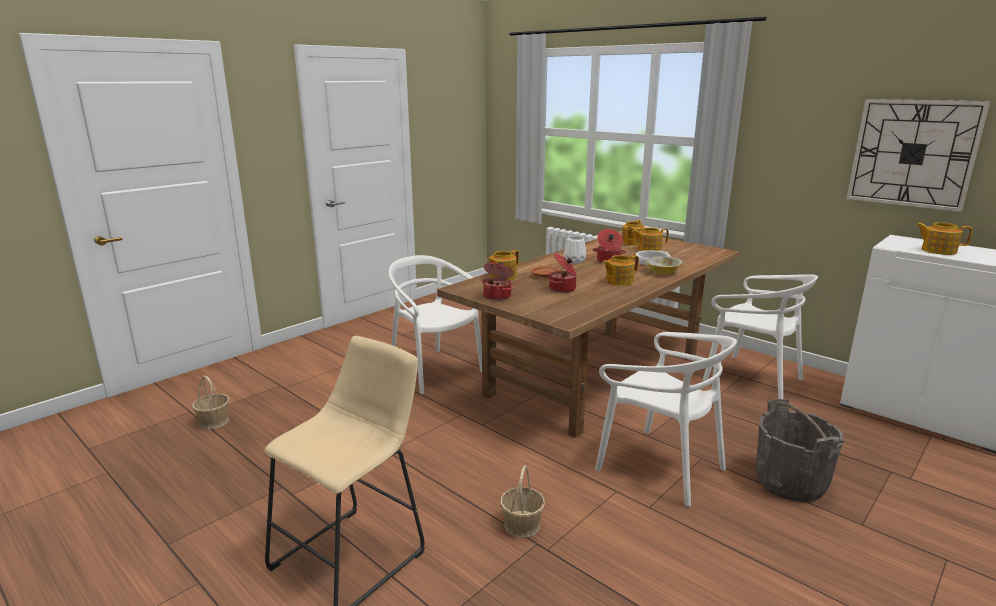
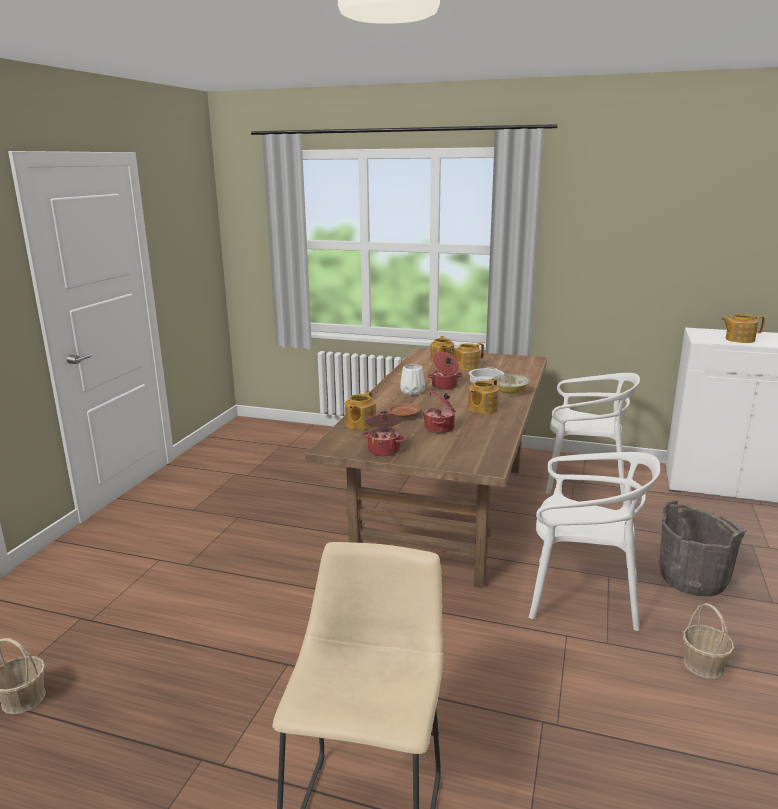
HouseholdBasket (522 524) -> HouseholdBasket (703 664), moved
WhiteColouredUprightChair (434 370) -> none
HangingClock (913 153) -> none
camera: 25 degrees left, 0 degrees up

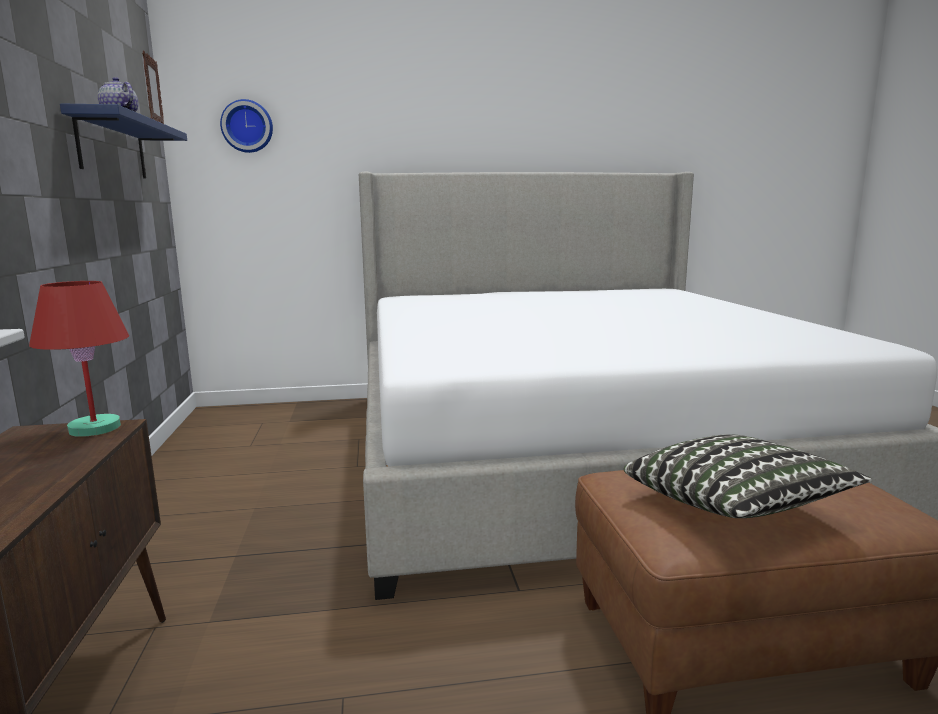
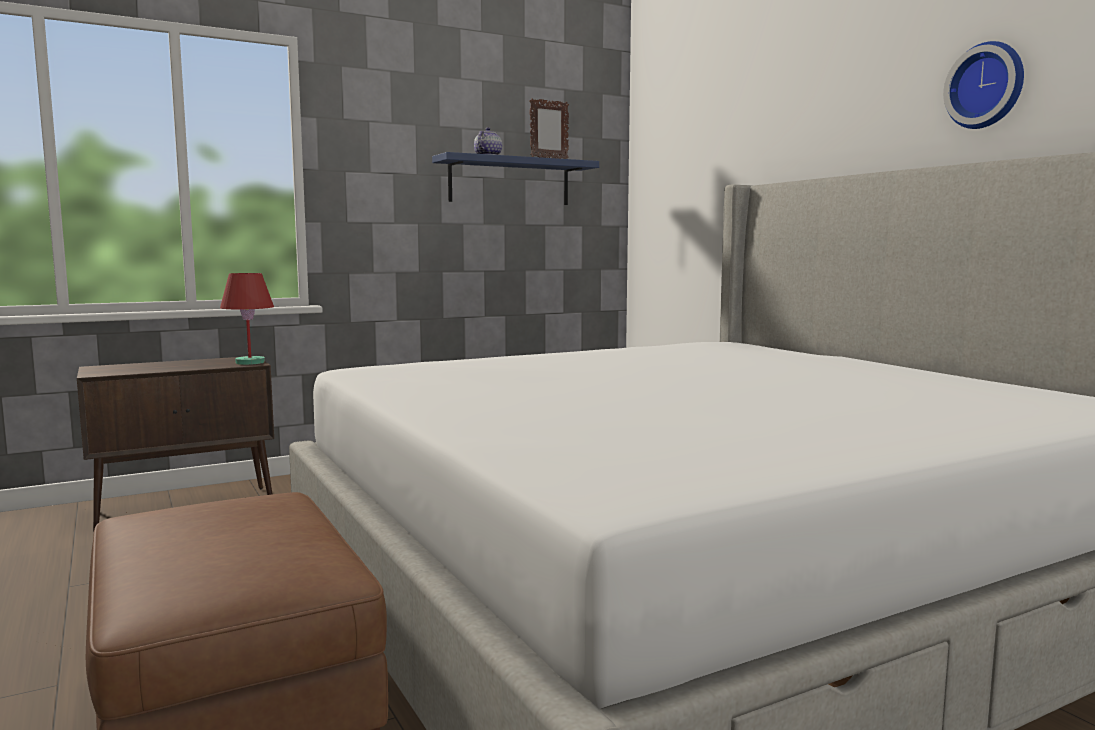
HangingClock (247 126) -> HangingClock (987 86), moved
Pillow (734 507) -> none
camera: 70 degrees right, 5 degrees down

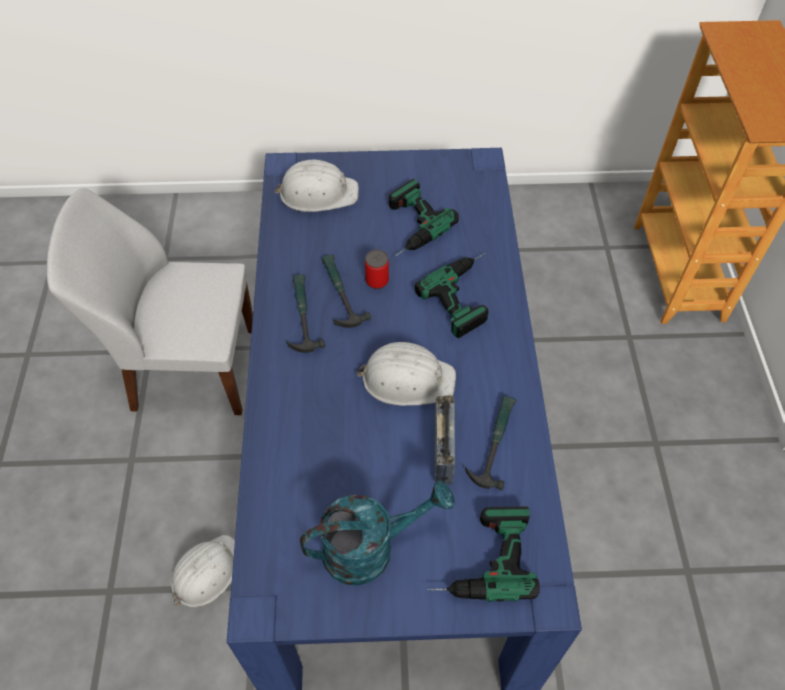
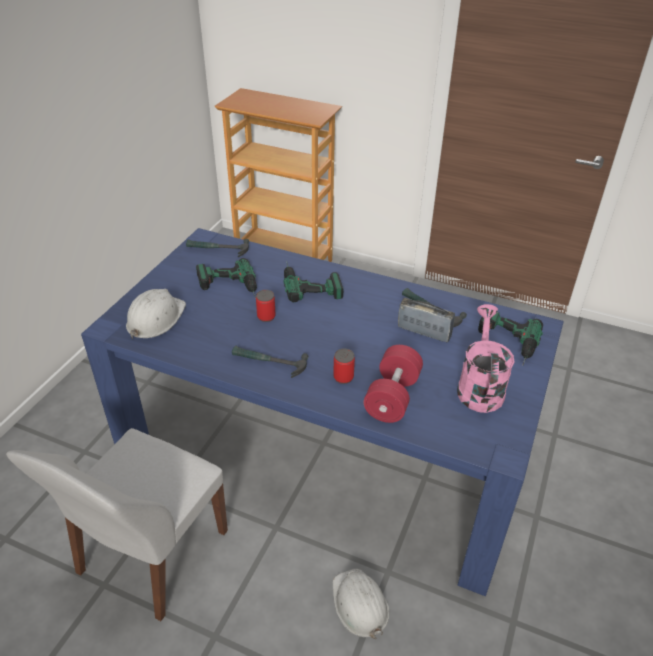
HandHammer (339 294) -> HandHammer (217 249), moved
none -> SealedCan (343 377)
none -> ReddishHandWeight (392 397)
BlueGreenWateringPot (370 548) -> PinkColouredWateringPot (479 386)
WhiteColouredHardHat (407 379) -> none
camera: 65 degrees left, 15 degrees down

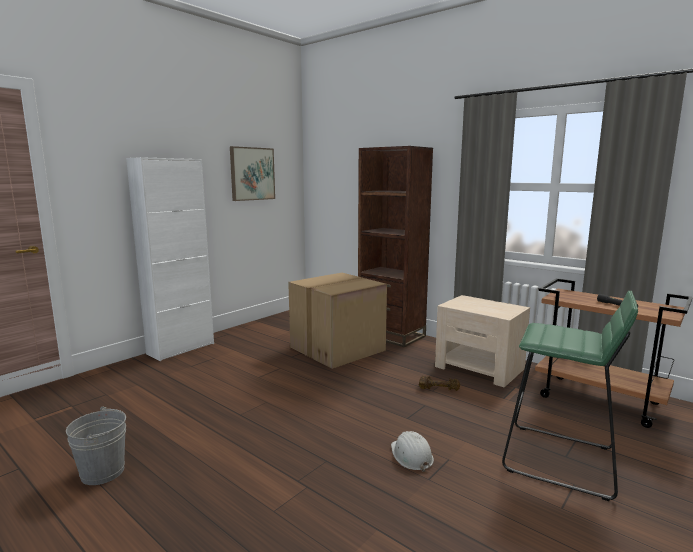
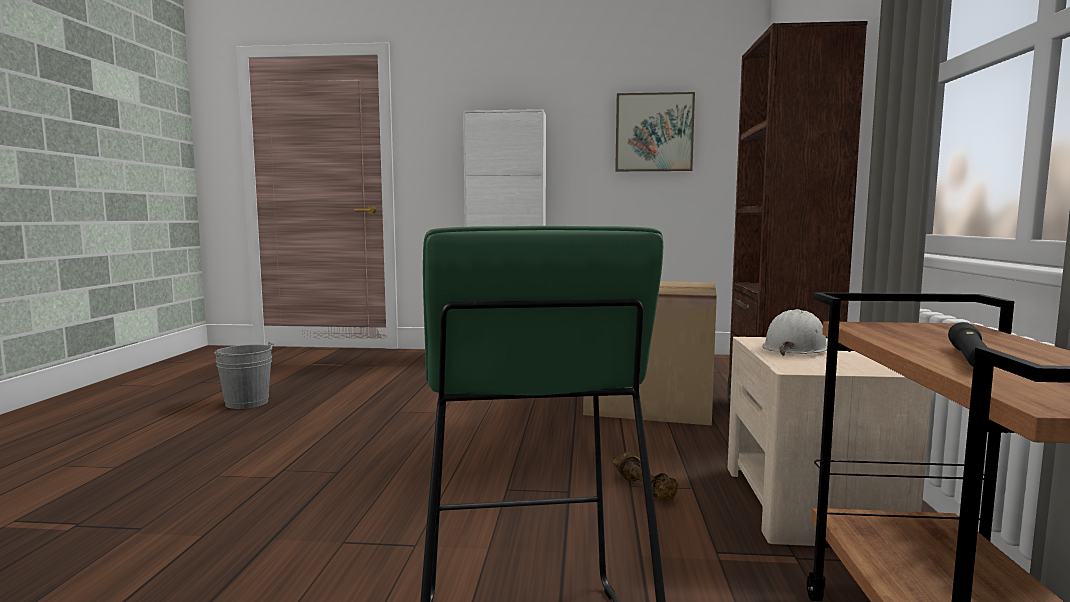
WhiteColouredHardHat (411 455) -> WhiteColouredHardHat (795 348), moved
camera: 55 degrees right, 5 degrees down

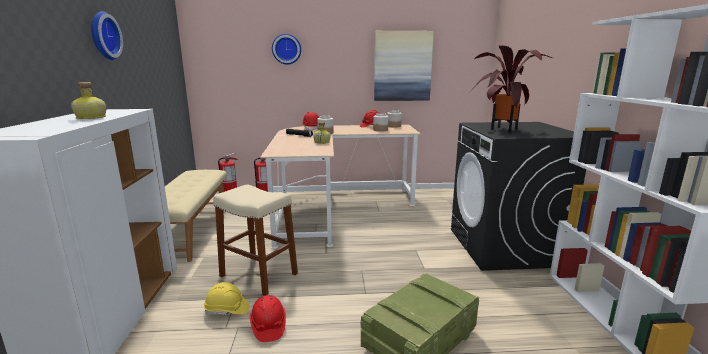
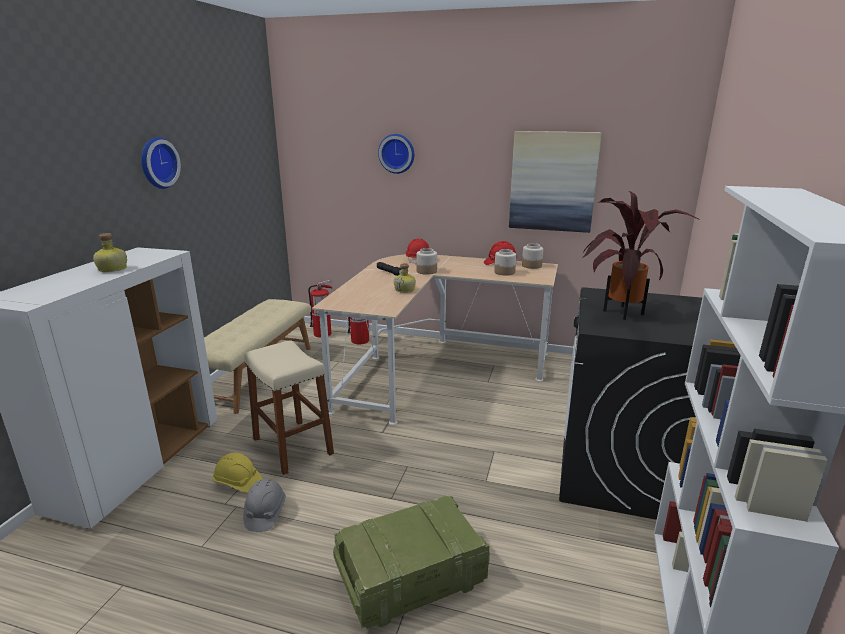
ReddishHardHat (268 326) -> GreyHardHat (265 513)
camera: 20 degrees right, 5 degrees up

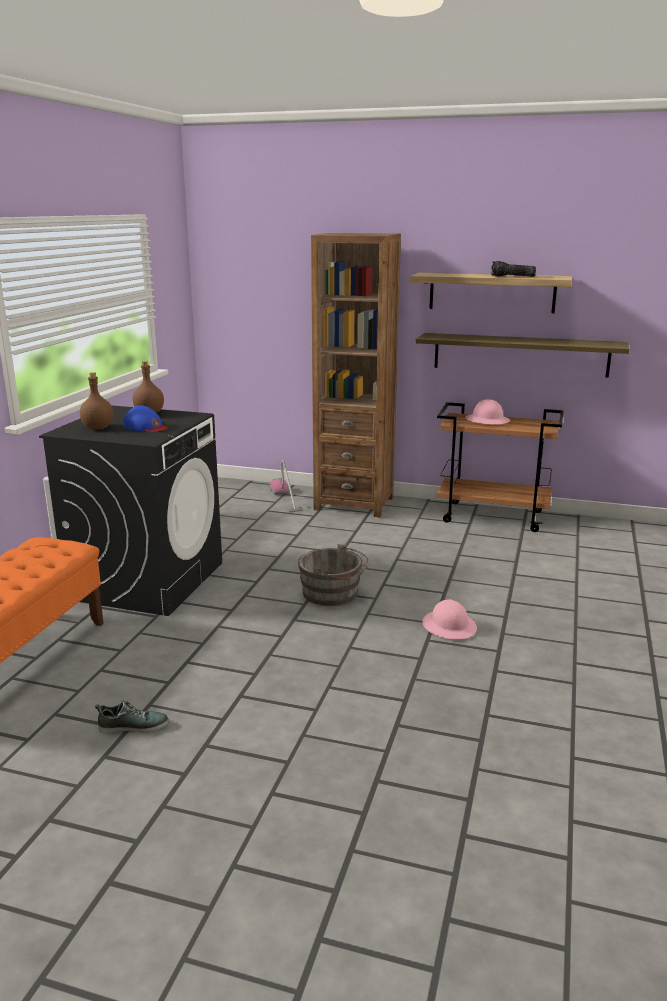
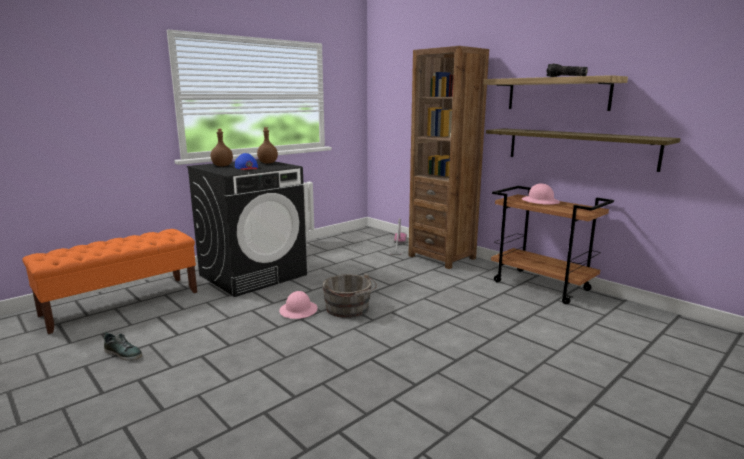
PinkColouredHardHat (449 626) -> PinkColouredHardHat (298 310), moved
camera: 30 degrees right, 5 degrees down

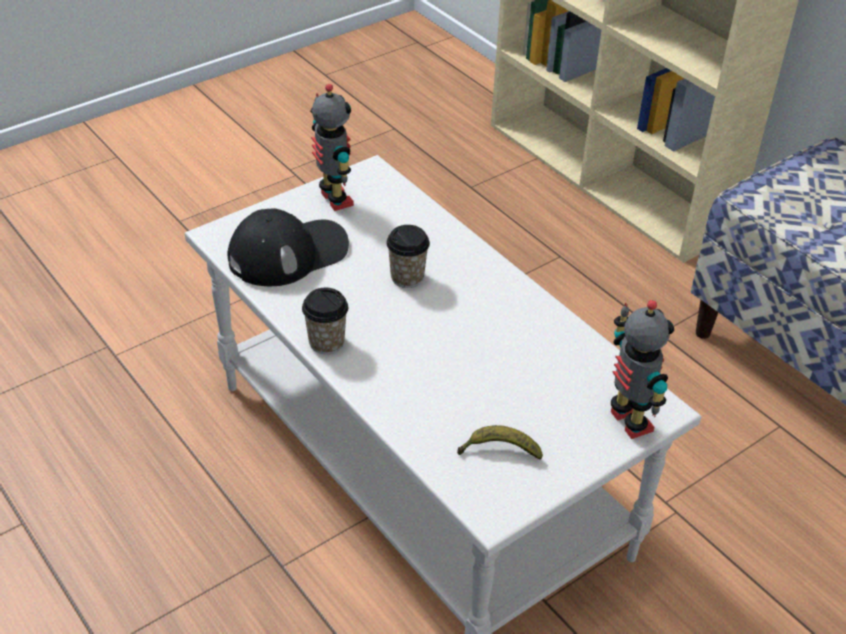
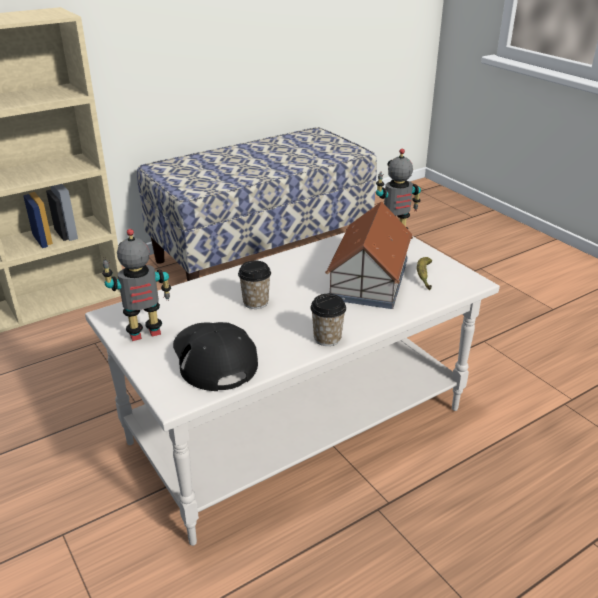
none -> ToyHouse (370 279)
camera: 85 degrees left, 10 degrees down

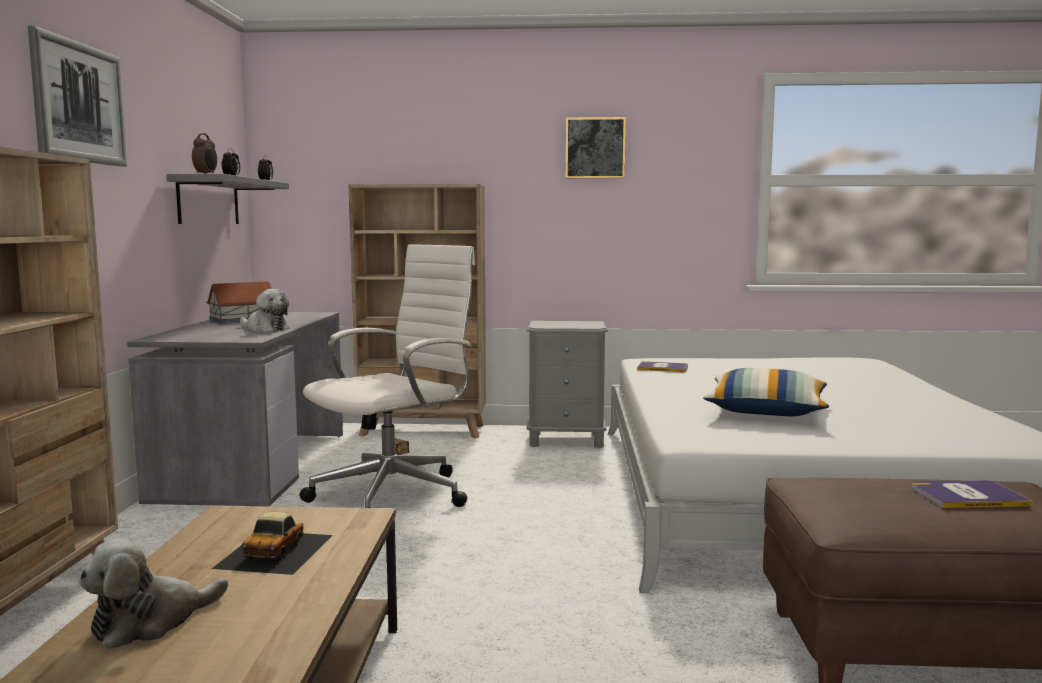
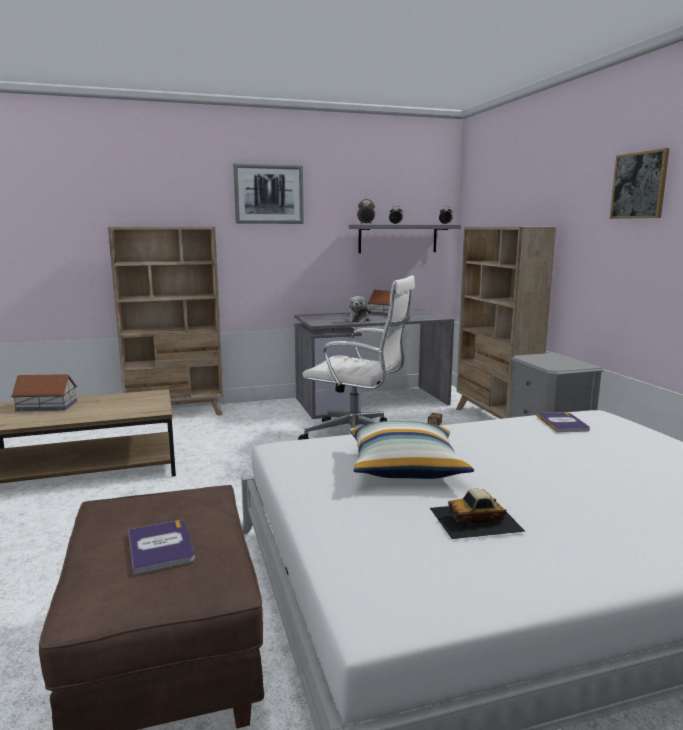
PlushToy (151 622) -> ToyHouse (47 406)
ModelCar (276 551) -> ModelCar (476 519), moved
camera: 70 degrees right, 5 degrees up

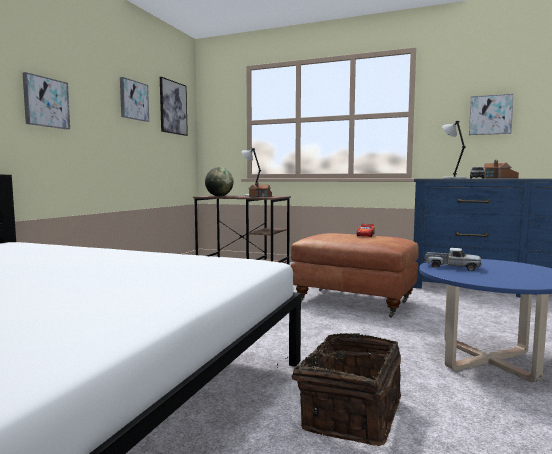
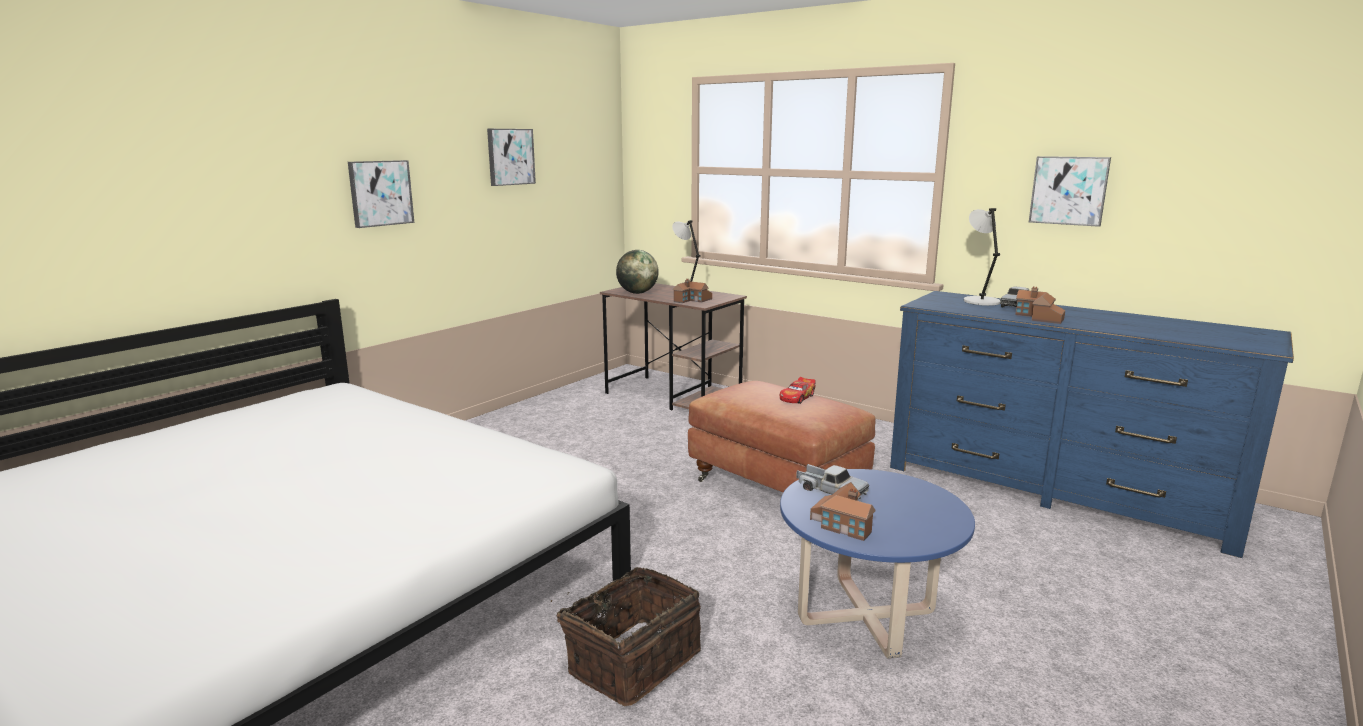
none -> ToyHouse (842 523)
WallPicture (173 107) -> none
camera: 15 degrees right, 10 degrees up

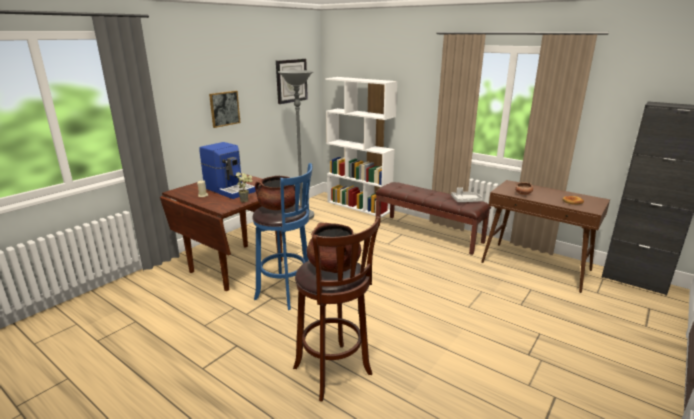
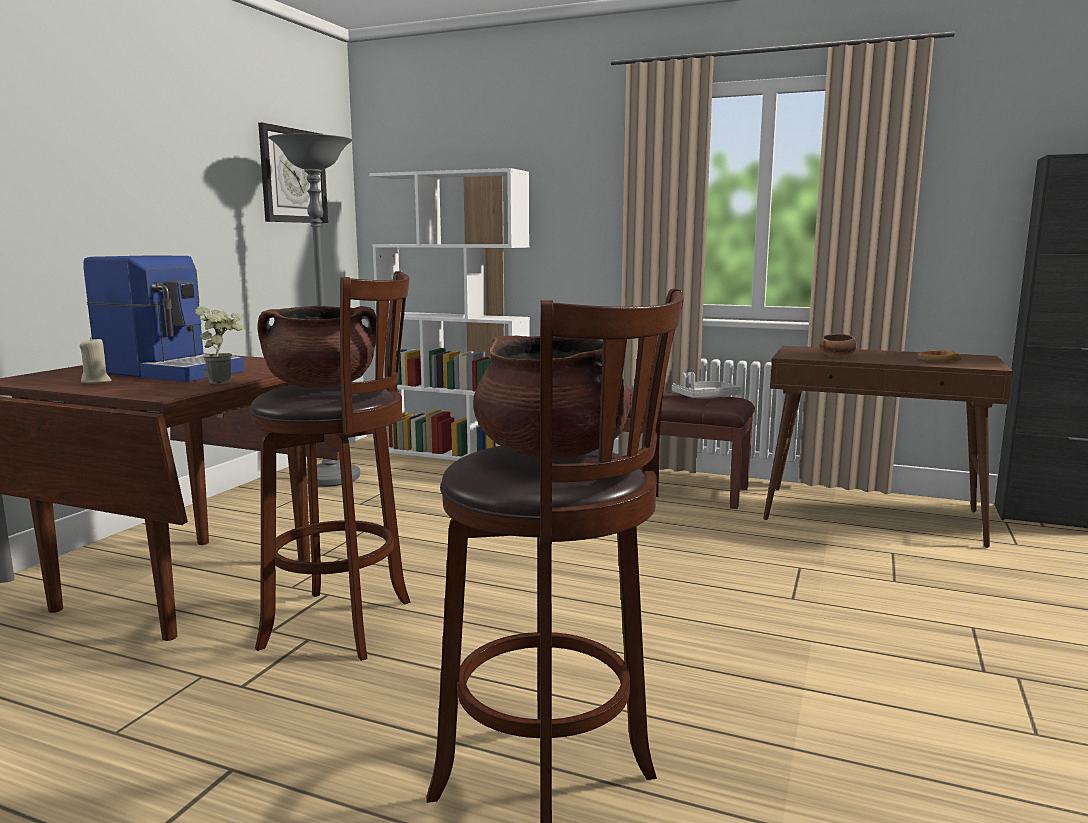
BlueSittingStool (287 293) -> BrownishSittingStool (346 624)
WallPicture (224 108) -> none
camera: 15 degrees left, 10 degrees down

